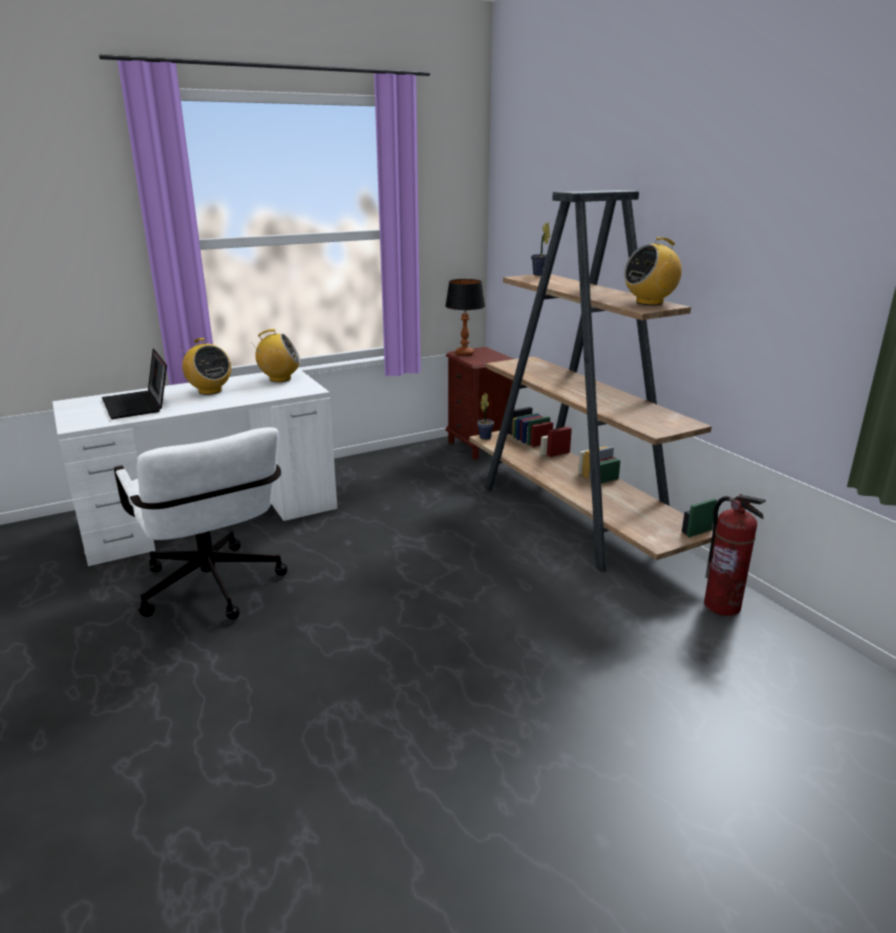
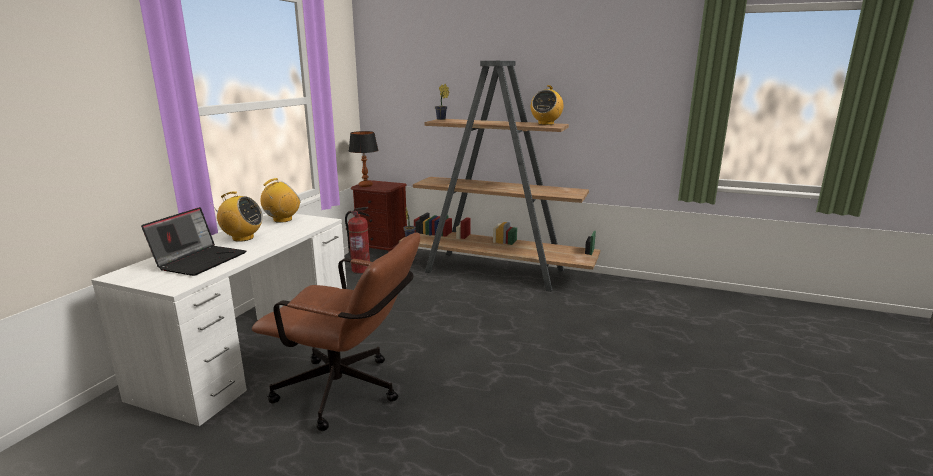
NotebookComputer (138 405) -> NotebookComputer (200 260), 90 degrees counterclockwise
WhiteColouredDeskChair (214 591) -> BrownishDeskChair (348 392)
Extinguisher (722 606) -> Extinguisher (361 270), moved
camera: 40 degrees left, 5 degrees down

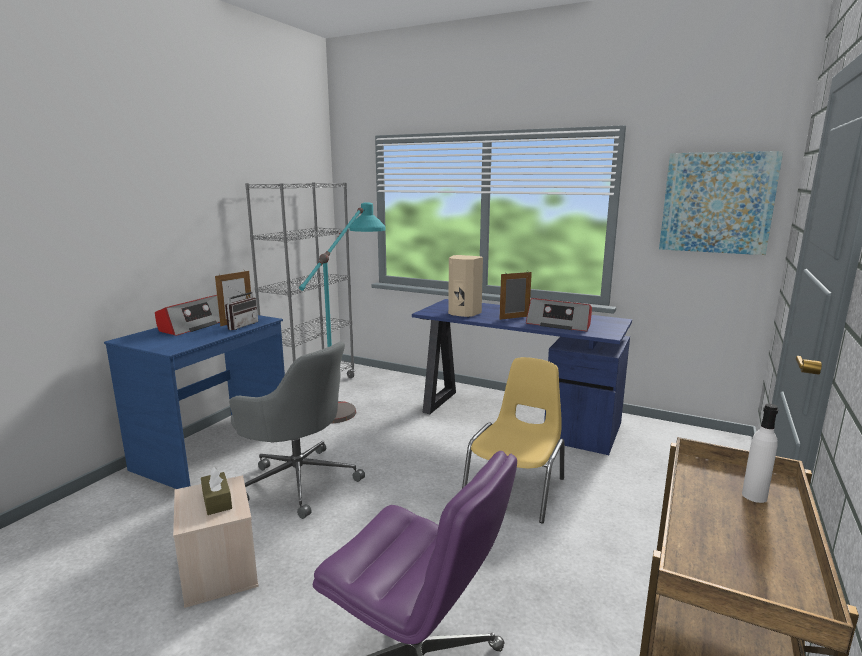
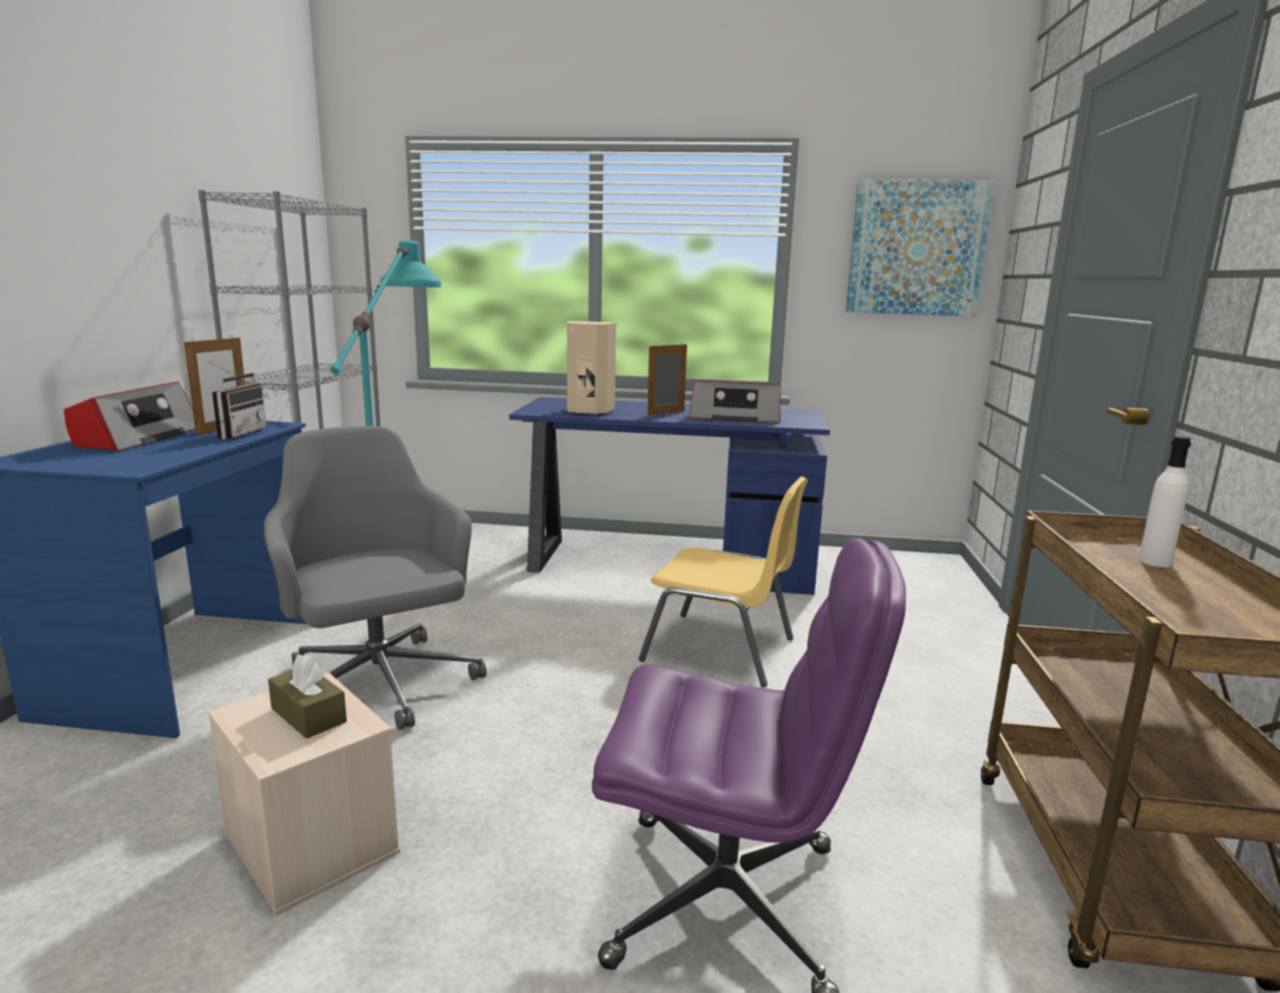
GreyDeskChair (298 481) -> GreyDeskChair (378 688), 135 degrees counterclockwise
YellowColouredUprightChair (516 488) -> YellowColouredUprightChair (721 650), 105 degrees clockwise
camera: 20 degrees left, 0 degrees up

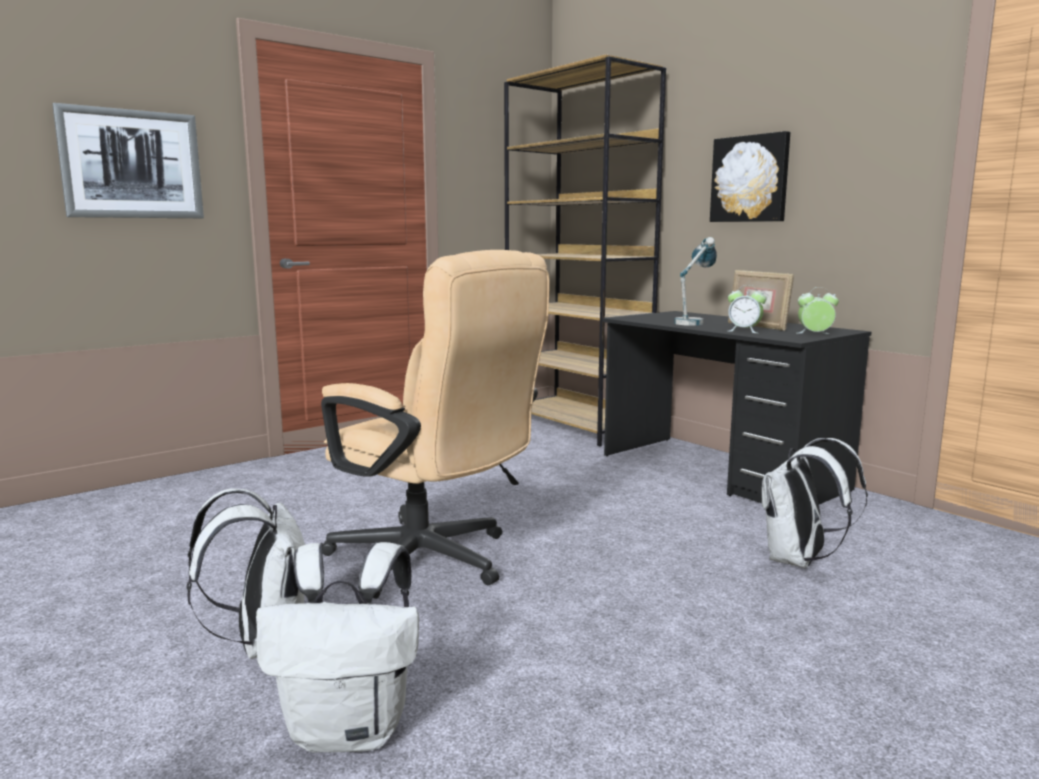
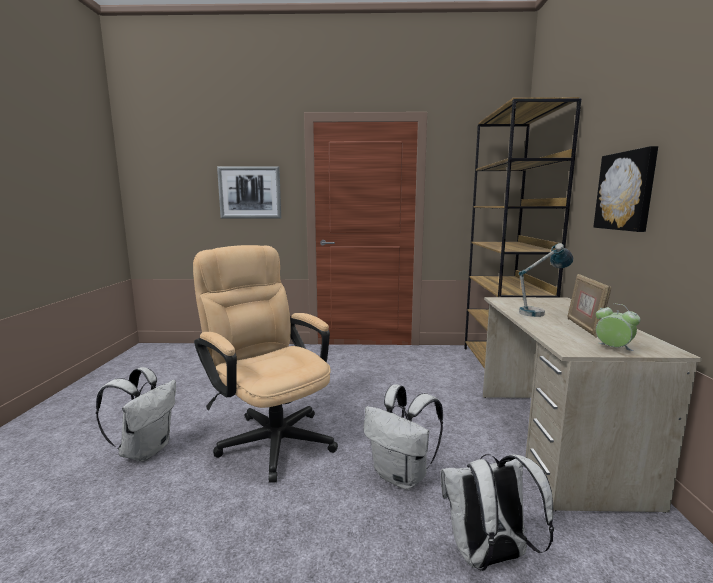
SandColouredDeskChair (433 562) -> SandColouredDeskChair (270 436), 150 degrees clockwise
WhiteColouredKnapsack (351 730) -> WhiteColouredKnapsack (402 476), moved
BlackColouredDesk (720 472) -> SandColouredDesk (553 441)
BedsideClock (744 331) -> none
camera: 40 degrees right, 0 degrees up

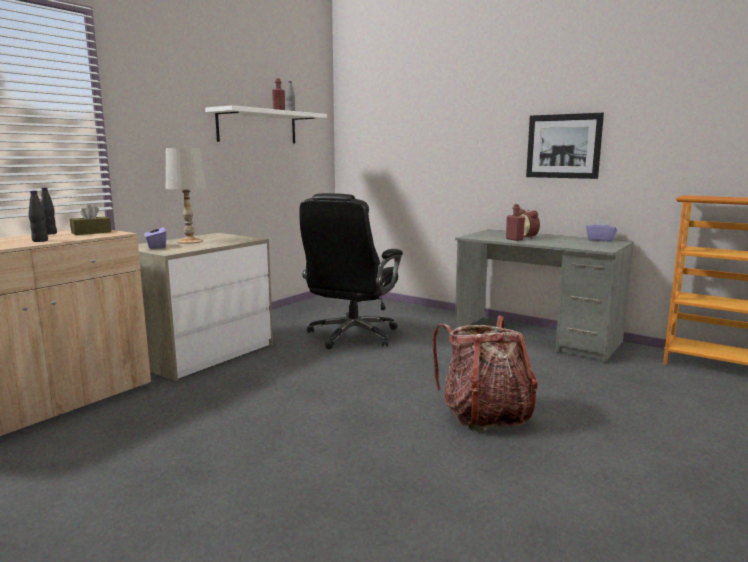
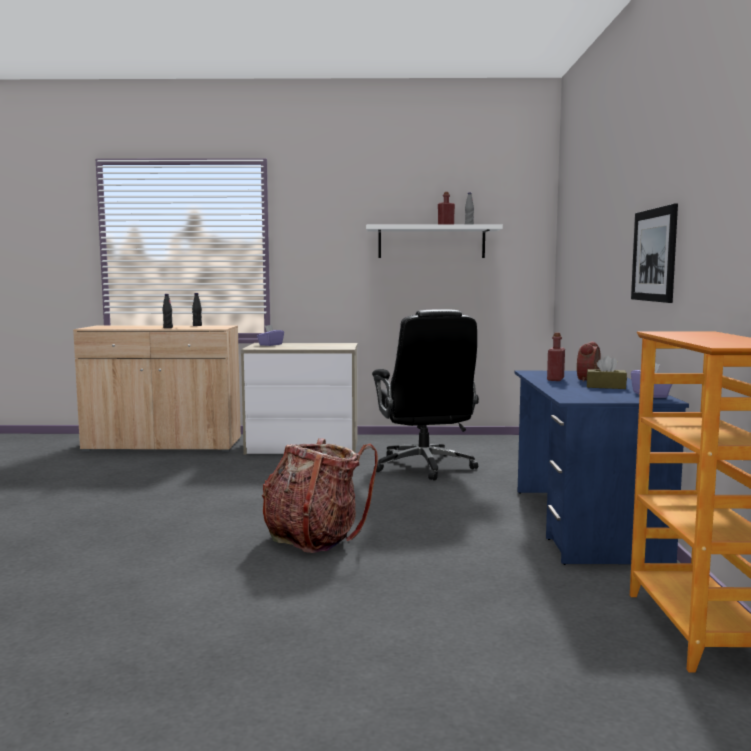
BlackColouredDeskChair (352 336) -> BlackColouredDeskChair (424 467), 90 degrees counterclockwise
GreyDesk (536 337) -> BlueDesk (584 524)
BrownishTissueBox (91 232) -> BrownishTissueBox (606 387), moved
WhiteColouredTableLamp (190 241) -> none
camera: 55 degrees right, 5 degrees down

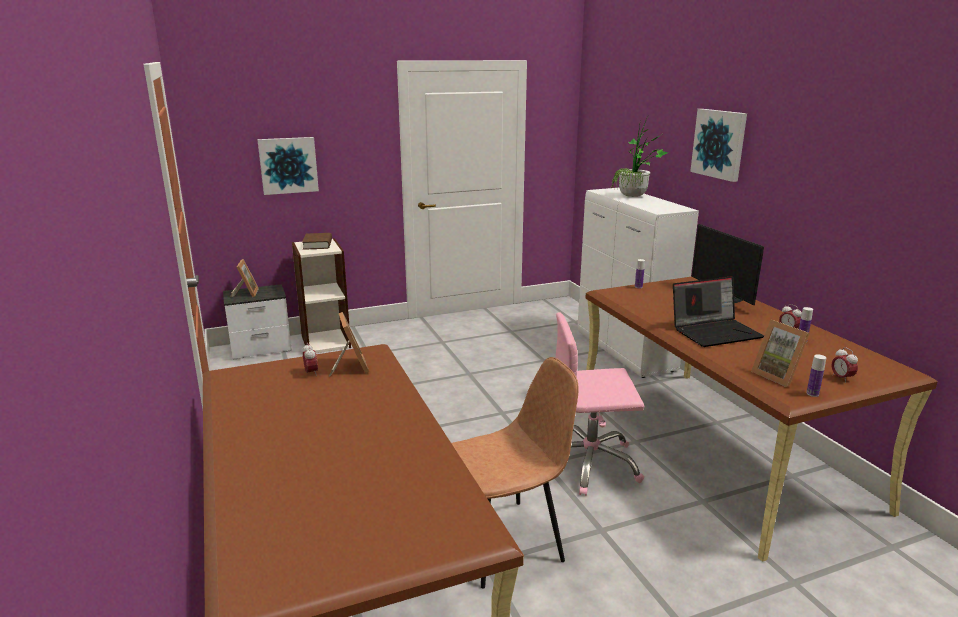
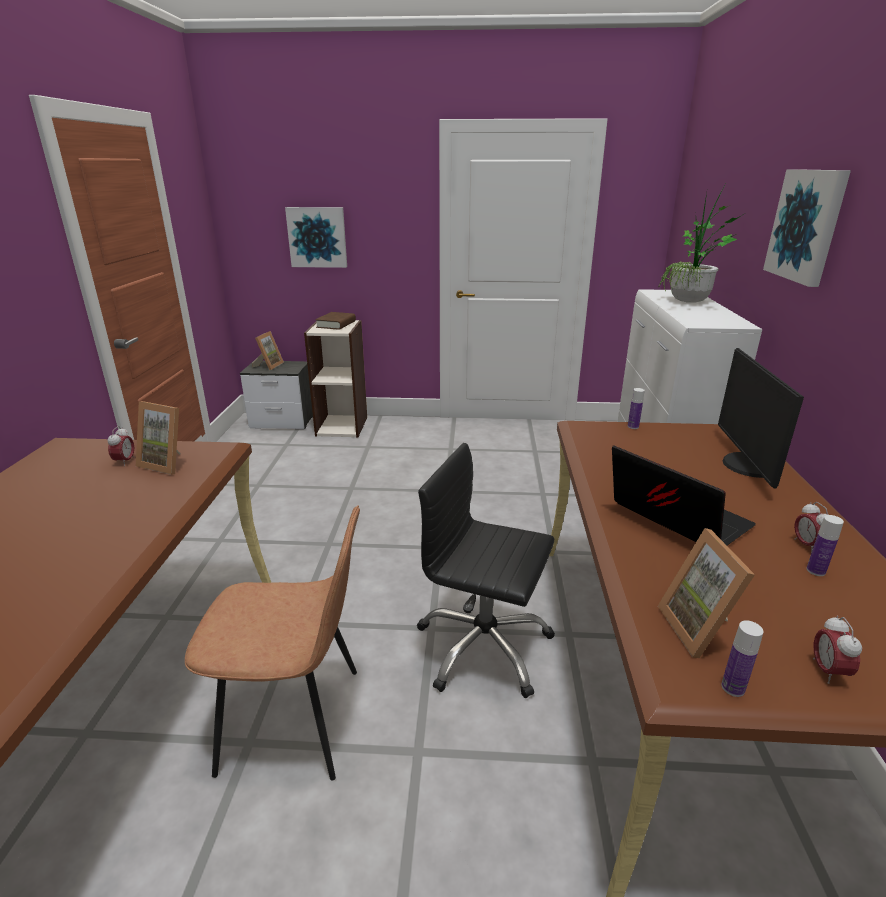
PictureFrame (350 367) -> PictureFrame (168 463), 105 degrees clockwise
PinkColouredDeskChair (589 464) -> BlackColouredDeskChair (483 647)
NotebookComputer (715 331) -> NotebookComputer (674 518), 135 degrees counterclockwise
camera: 25 degrees right, 5 degrees up

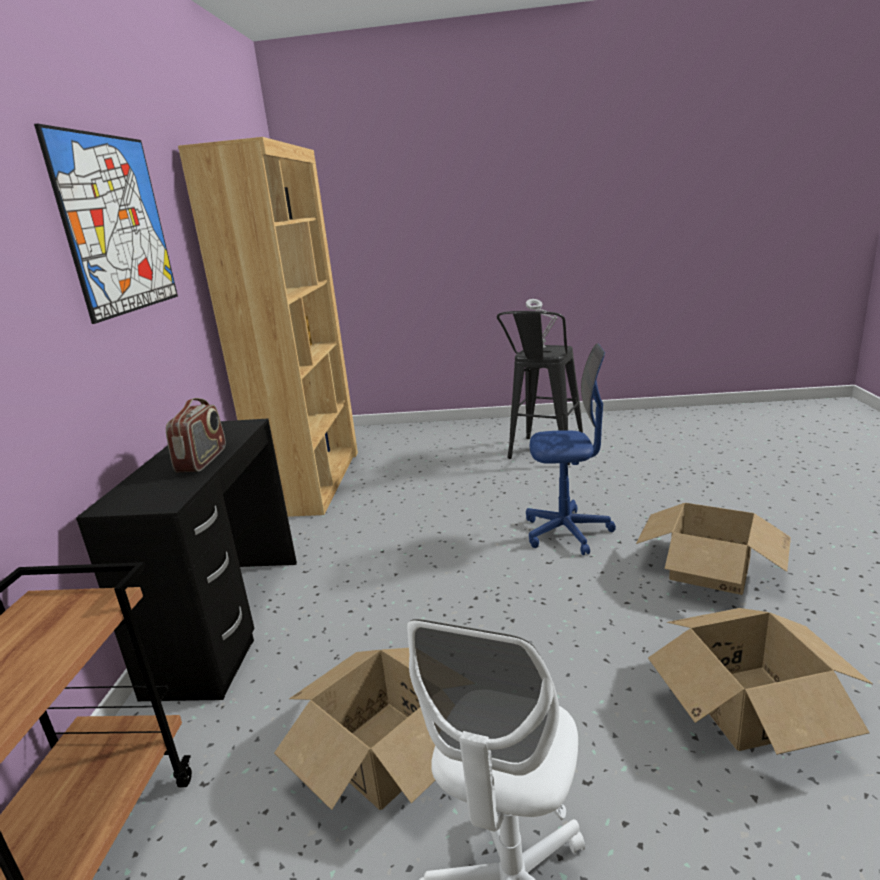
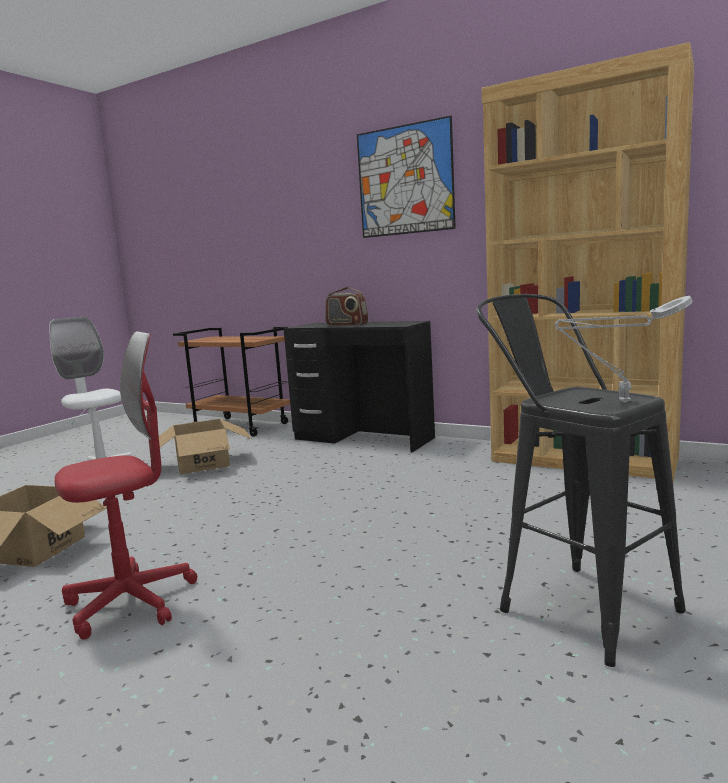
PackingBox (710 569) -> ReddishDeskChair (131 602)
BlueDeskChair (567 532) -> none
camera: 115 degrees right, 10 degrees down

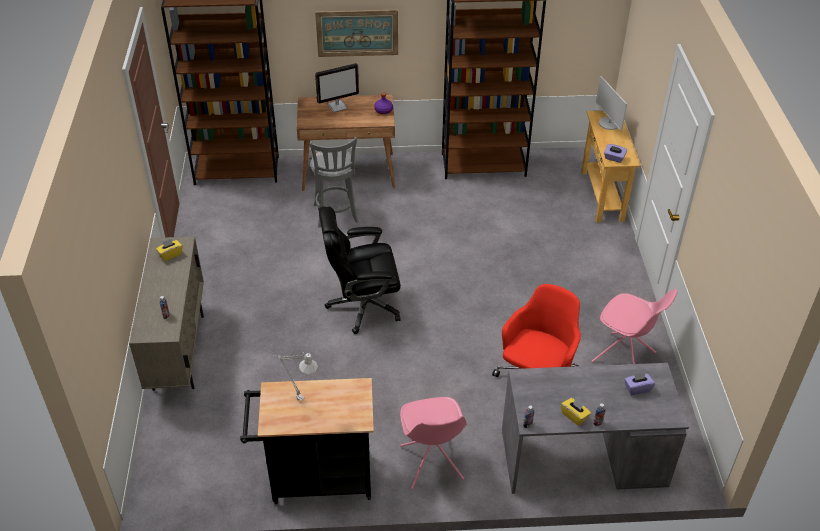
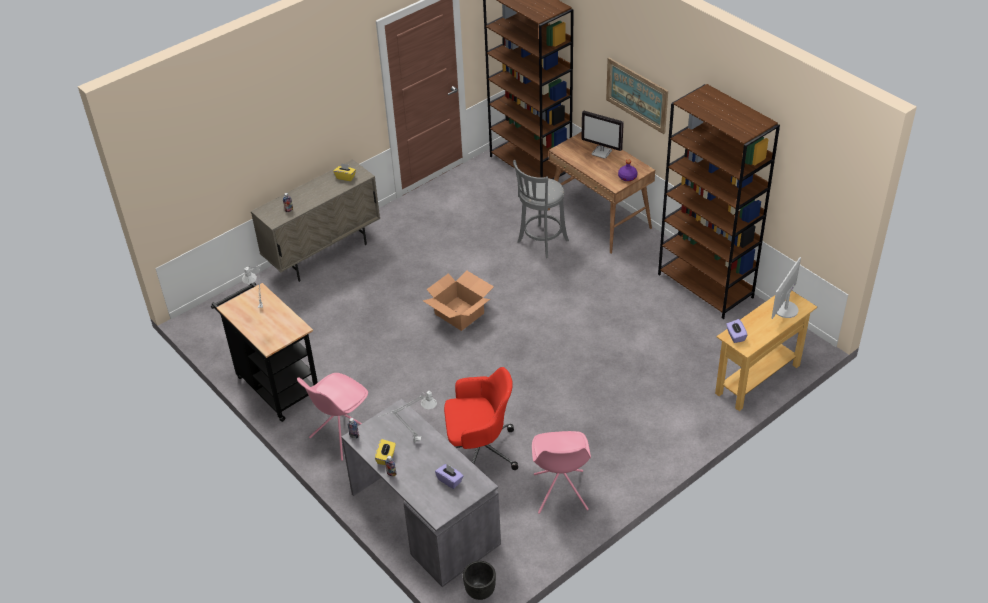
none -> GreyTableLamp (411 441)
BlackColouredDeskChair (363 305) -> PackingBox (459 313)
none -> BlackColouredFlowerPot (480 590)
camera: 55 degrees right, 0 degrees up

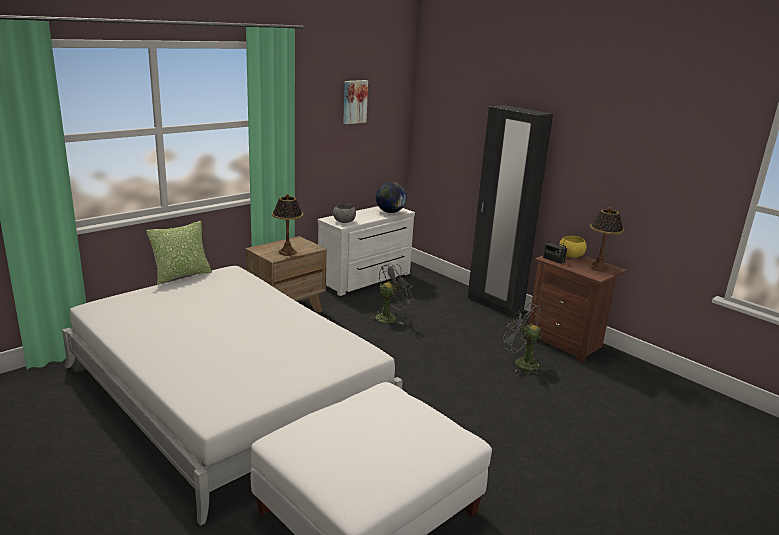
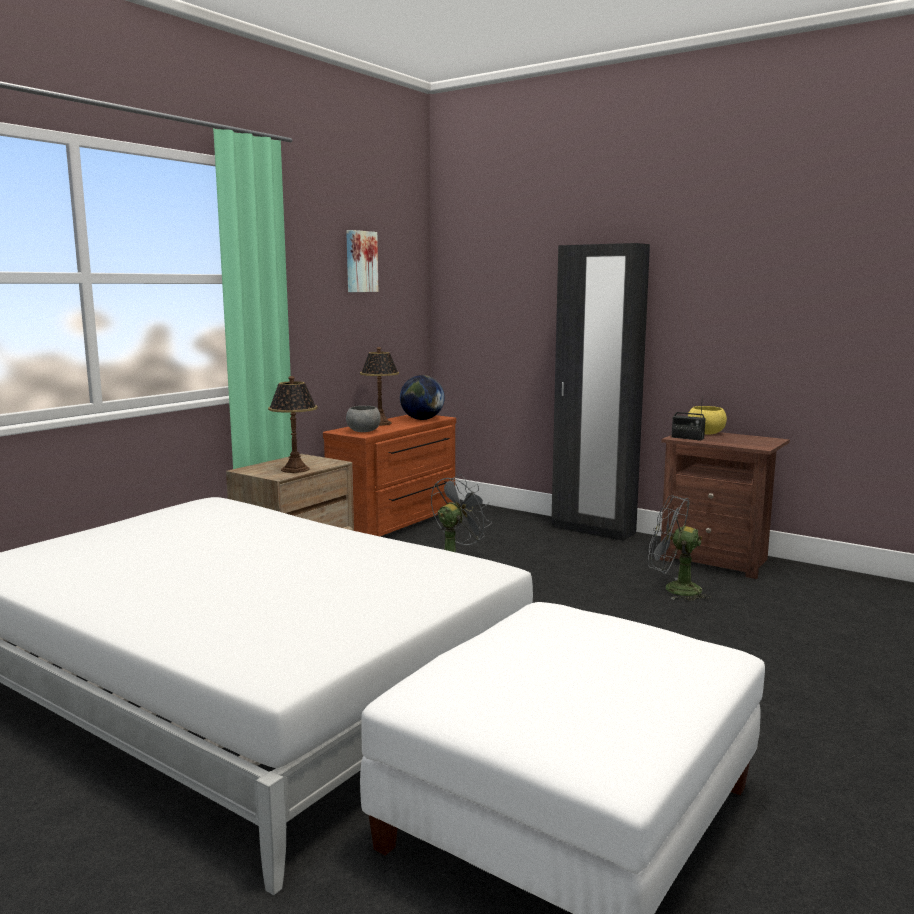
WhiteColouredChestOfDrawers (366 279) -> BrownishChestOfDrawers (397 522)
TableLamp (599 268) -> TableLamp (380 423), moved
Pillow (182 276) -> none
camera: 10 degrees left, 10 degrees down

